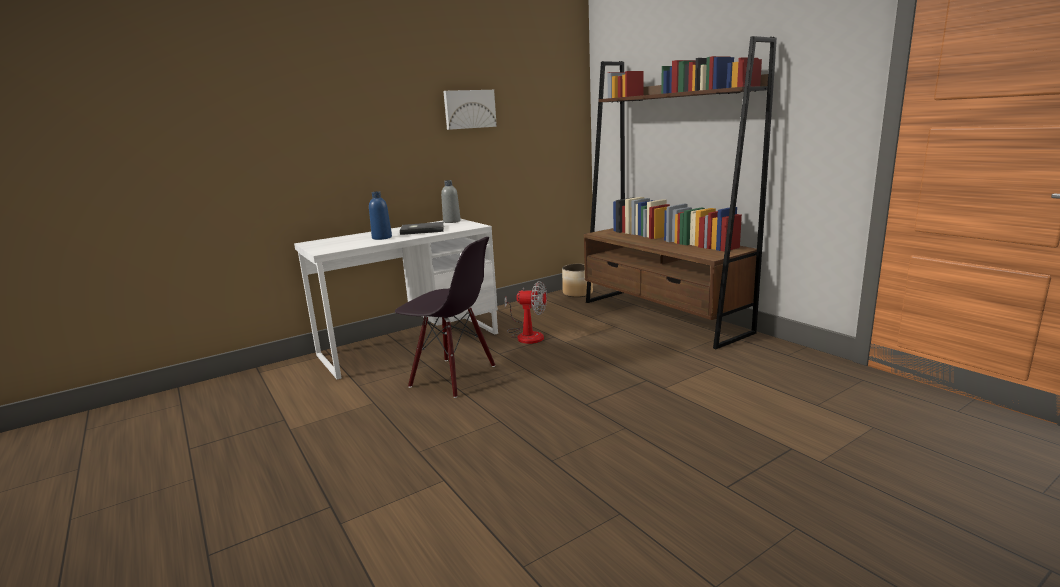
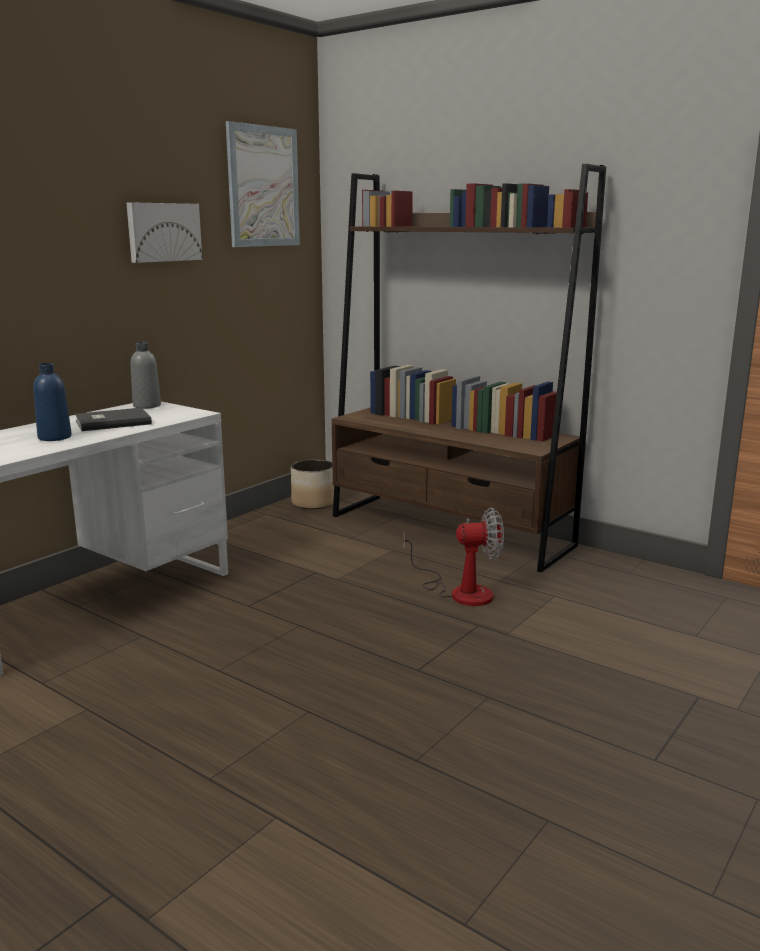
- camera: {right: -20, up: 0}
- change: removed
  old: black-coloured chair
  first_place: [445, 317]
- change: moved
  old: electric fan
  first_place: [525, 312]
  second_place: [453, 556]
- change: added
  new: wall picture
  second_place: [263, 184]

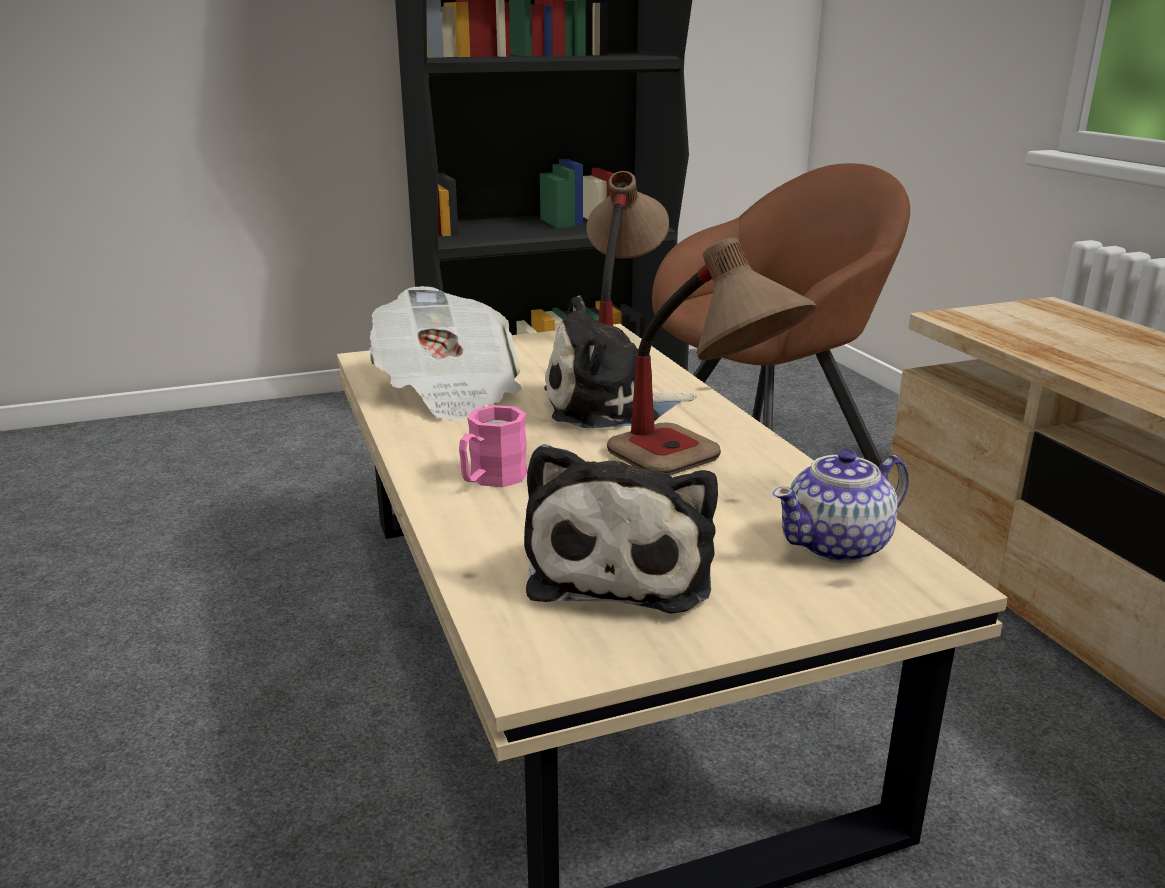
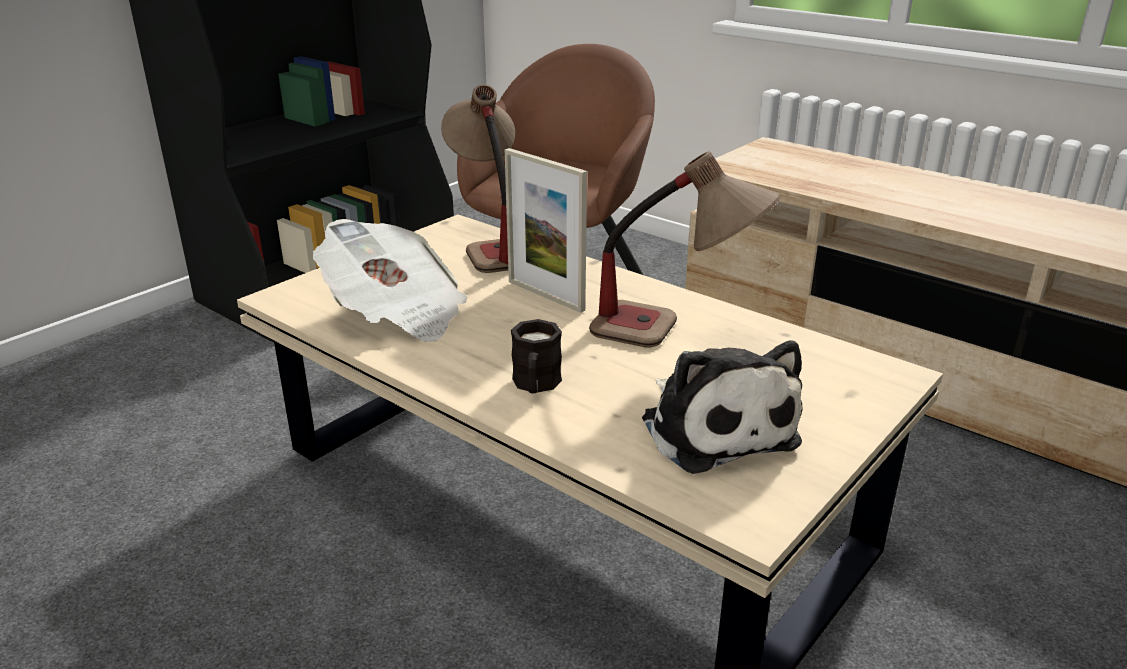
- camera: {right: -30, up: 5}
- change: replaced
  old: plush toy
  new: picture frame
  first_place: [620, 362]
  second_place: [546, 230]
- change: recoloured
  old: pinkish tea mug
  new: black-coloured tea mug
  first_place: [493, 446]
  second_place: [536, 356]
- change: removed
  old: pot for tea
  first_place: [841, 506]

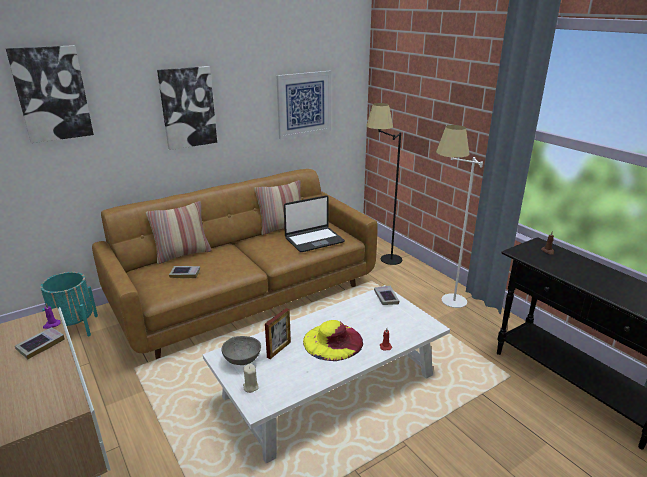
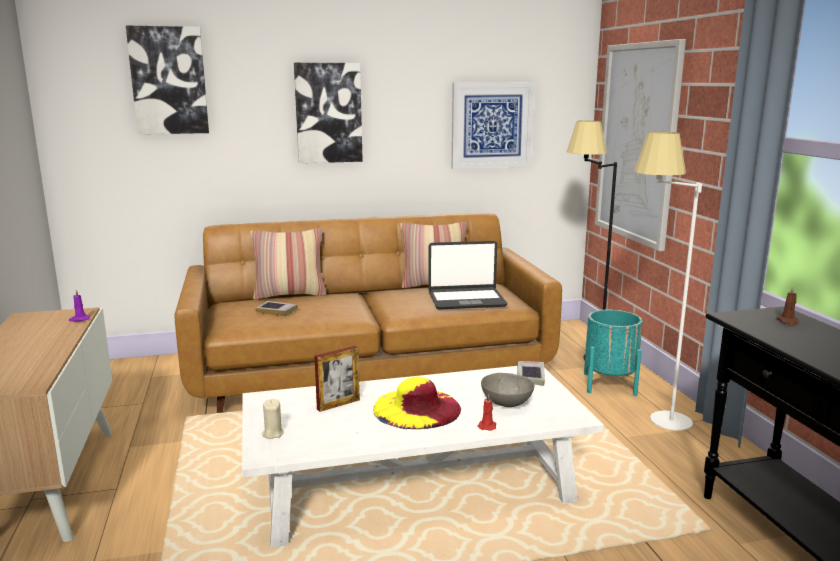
- camera: {right: 20, up: -10}
- change: moved
  old: turquoise-coloured planter
  first_place: [69, 304]
  second_place: [613, 353]
- change: removed
  old: book
  first_place: [40, 343]
- change: moved
  old: greyish deep dish
  first_place: [241, 350]
  second_place: [508, 390]
- change: added
  new: wall picture
  second_place: [640, 145]

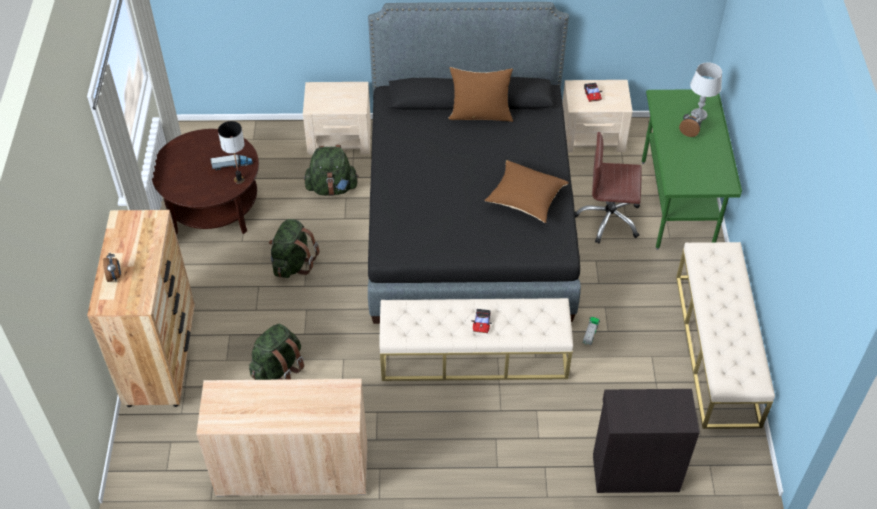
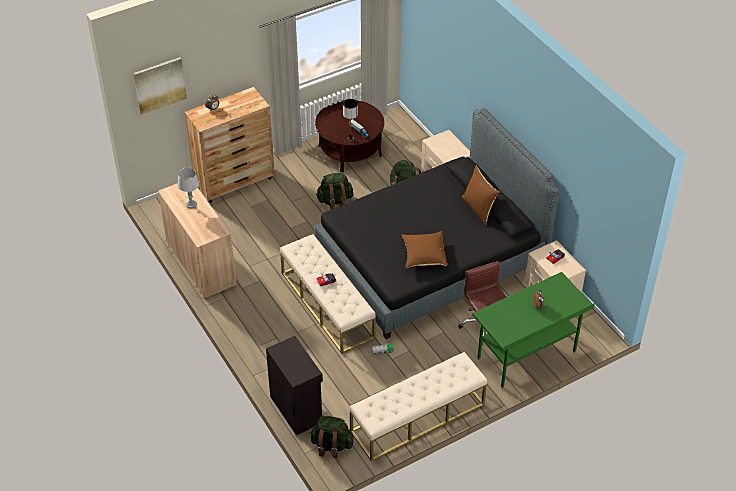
- camera: {right: 60, up: -5}
- change: moved
  old: greyish table lamp
  first_place: [706, 91]
  second_place: [189, 188]
- change: moved
  old: green-coloured backpack
  first_place: [276, 352]
  second_place: [331, 437]
- change: added
  new: wall picture
  second_place: [160, 86]

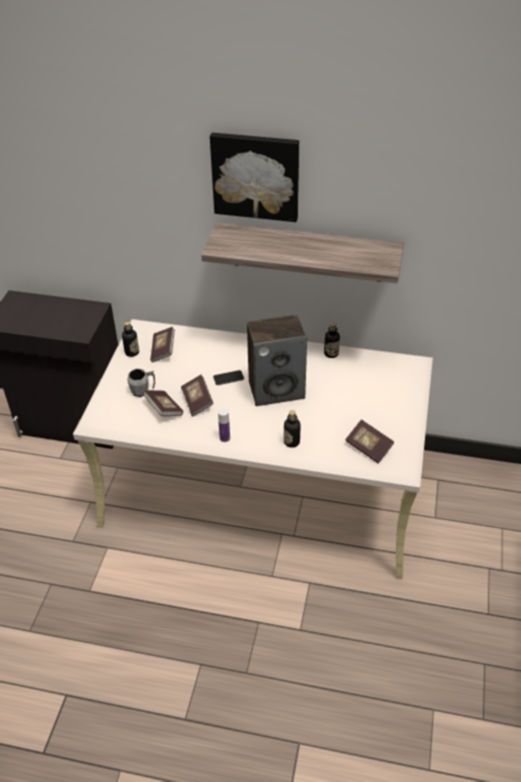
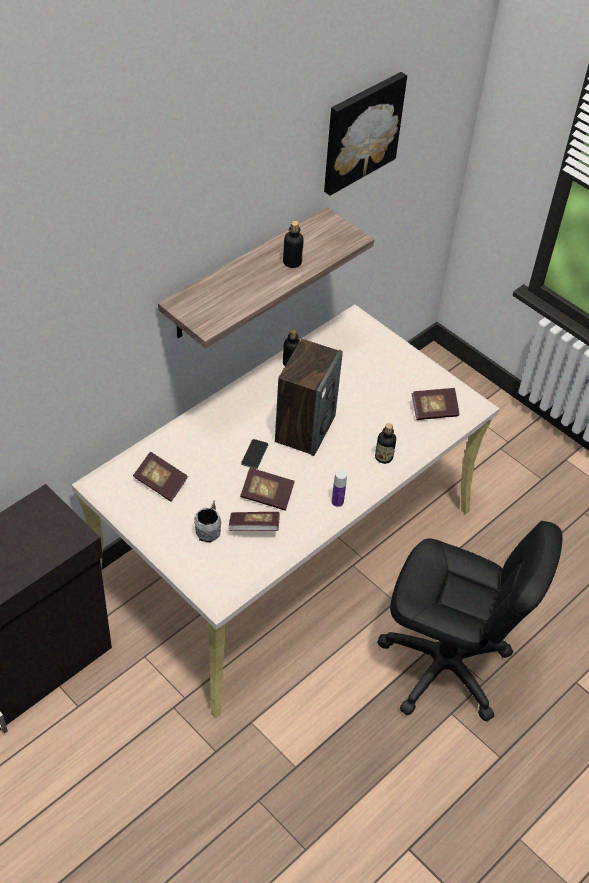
- camera: {right: -60, up: 5}
- change: moved
  old: wall picture
  first_place: [254, 177]
  second_place: [365, 134]
- change: moved
  old: drink bottle
  first_place: [130, 339]
  second_place: [293, 244]
- change: added
  new: black-coloured computer chair
  second_place: [470, 621]

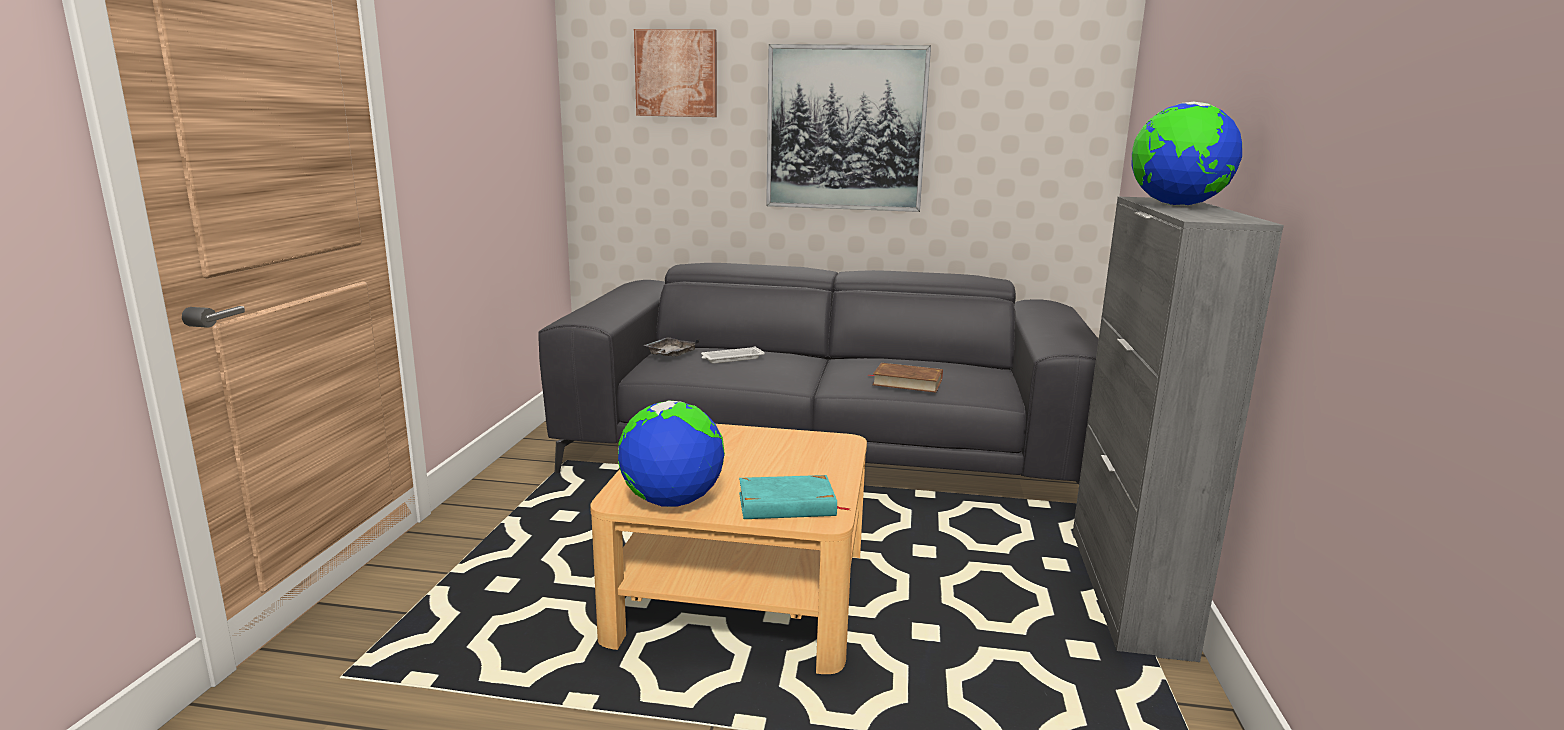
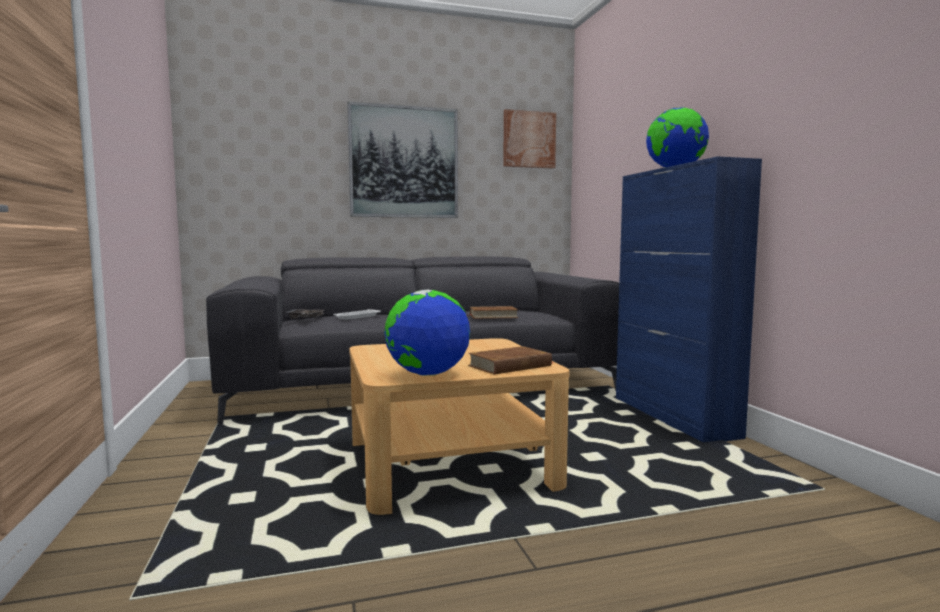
- camera: {right: -25, up: -10}
- change: moved
  old: wall picture
  first_place: [675, 73]
  second_place: [529, 138]
- change: recoloured
  old: greyish cabinet
  new: bluish cabinet
  first_place: [1178, 429]
  second_place: [689, 299]
- change: recoloured
  old: turquoise-coloured book
  new: brown book
  first_place: [794, 497]
  second_place: [510, 360]

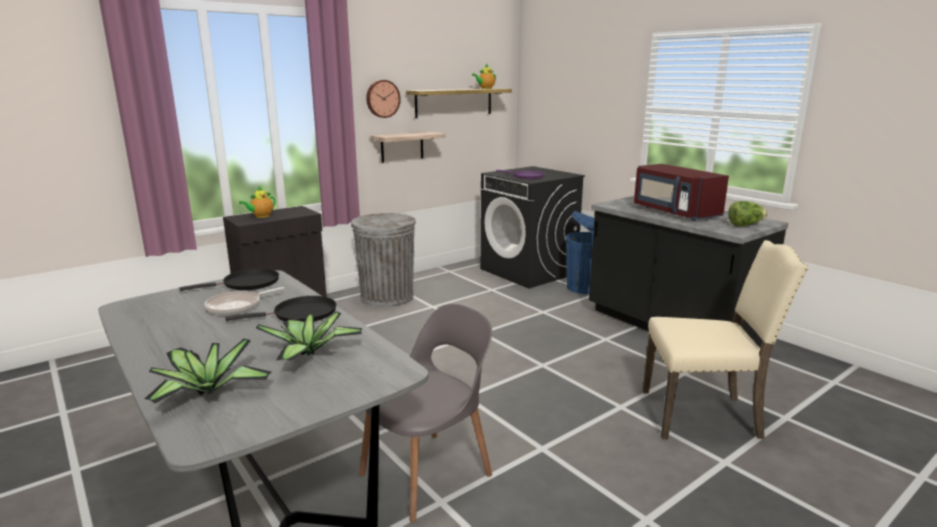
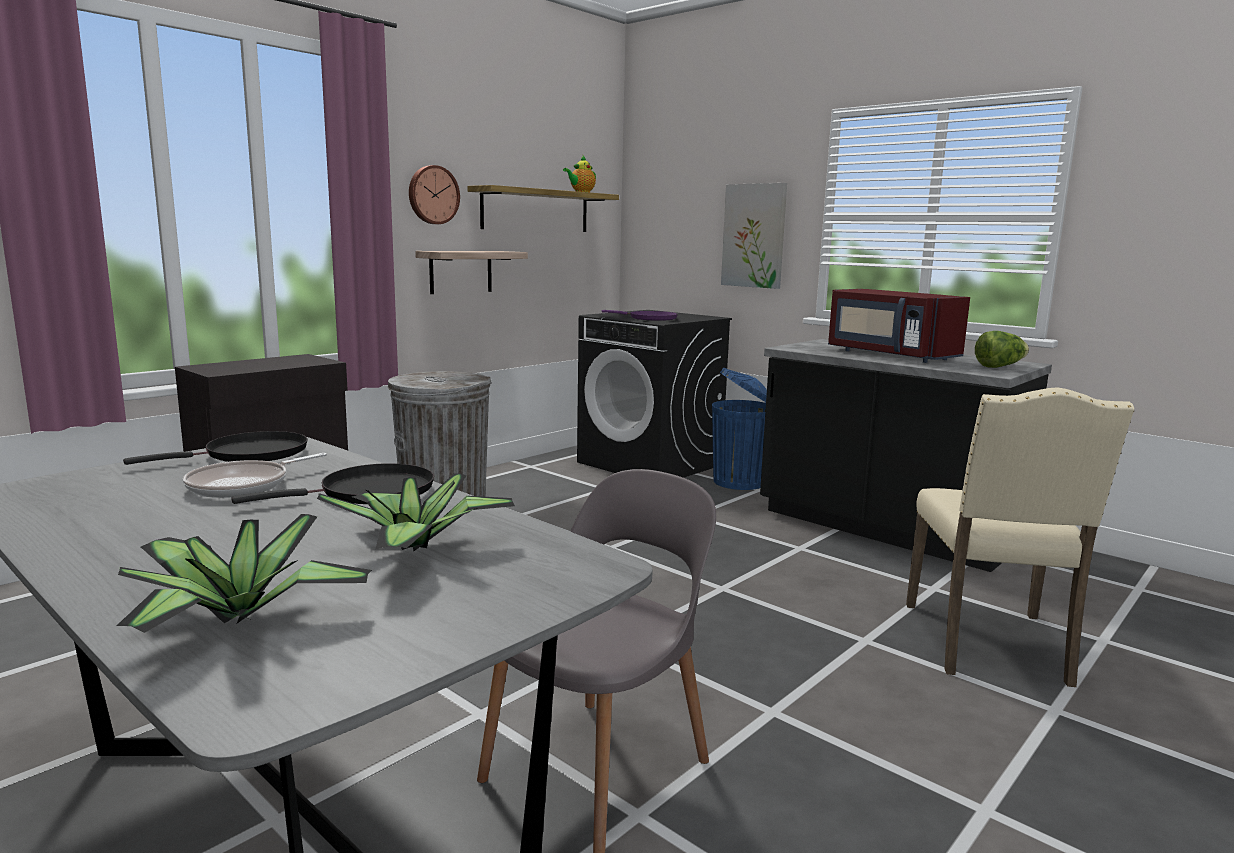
- camera: {right: -10, up: -5}
- change: removed
  old: pot for tea
  first_place: [257, 202]
- change: turned
  old: beige-coloured chair
  first_place: [726, 339]
  second_place: [1020, 537]
  degrees: 105
- change: added
  new: wall picture
  second_place: [754, 236]

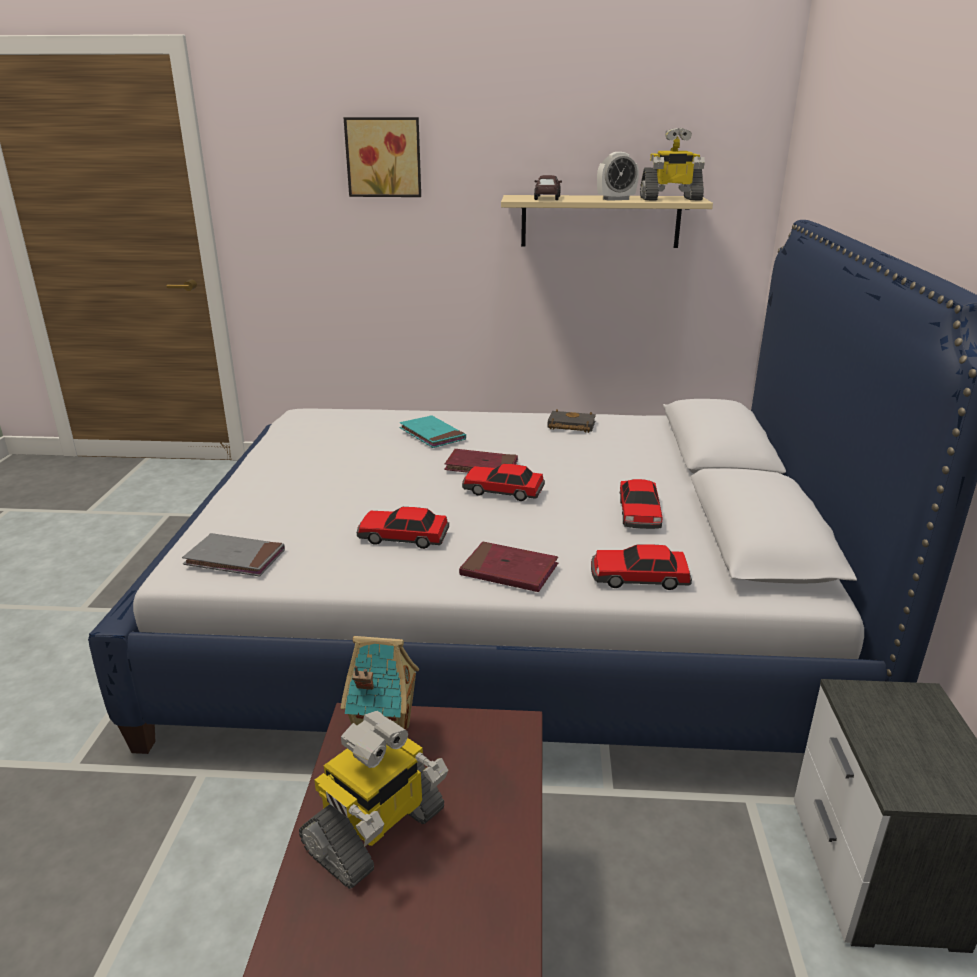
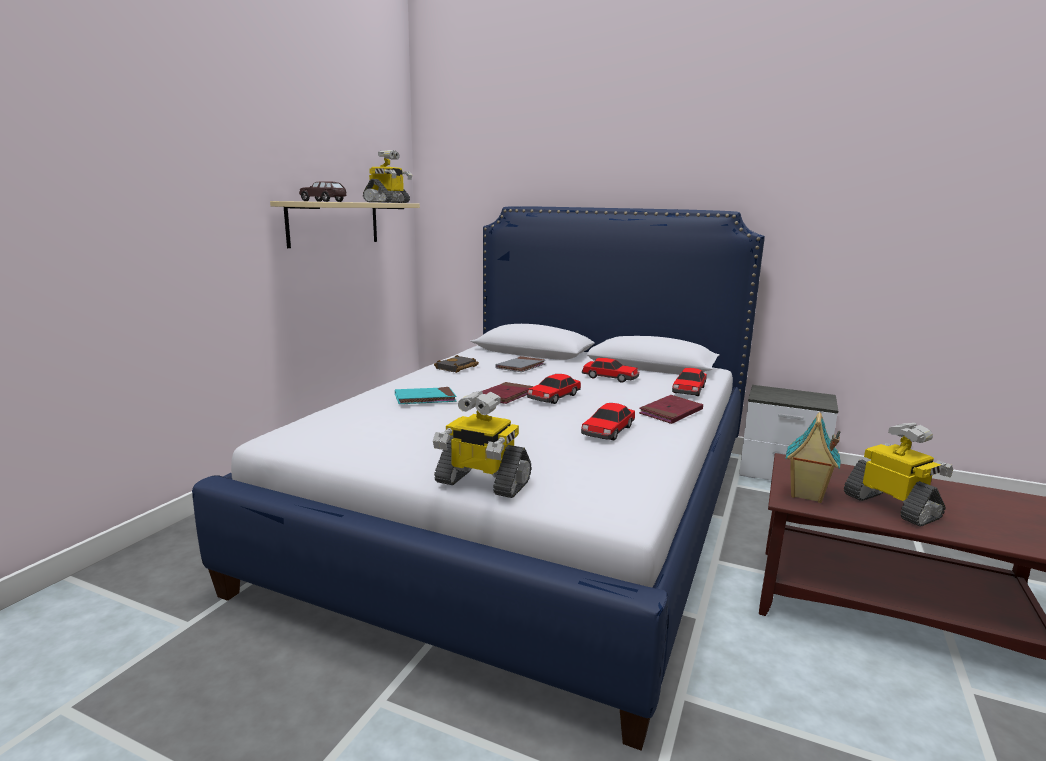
- camera: {right: -70, up: -10}
- change: removed
  old: wall picture
  first_place: [382, 157]
- change: removed
  old: alarm clock
  first_place: [618, 176]
- change: moved
  old: greyish book
  first_place: [233, 555]
  second_place: [520, 364]
- change: added
  new: robot figure
  second_place: [482, 444]

